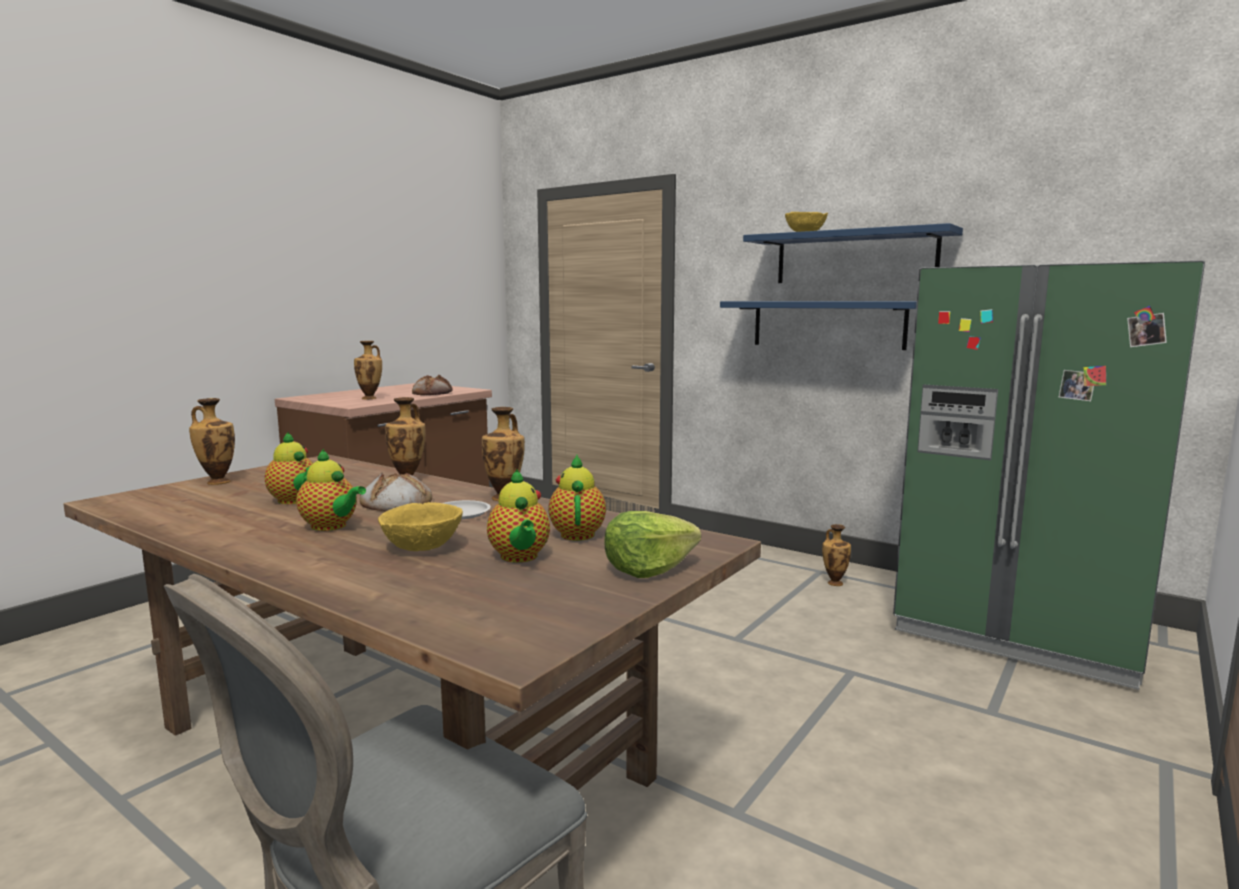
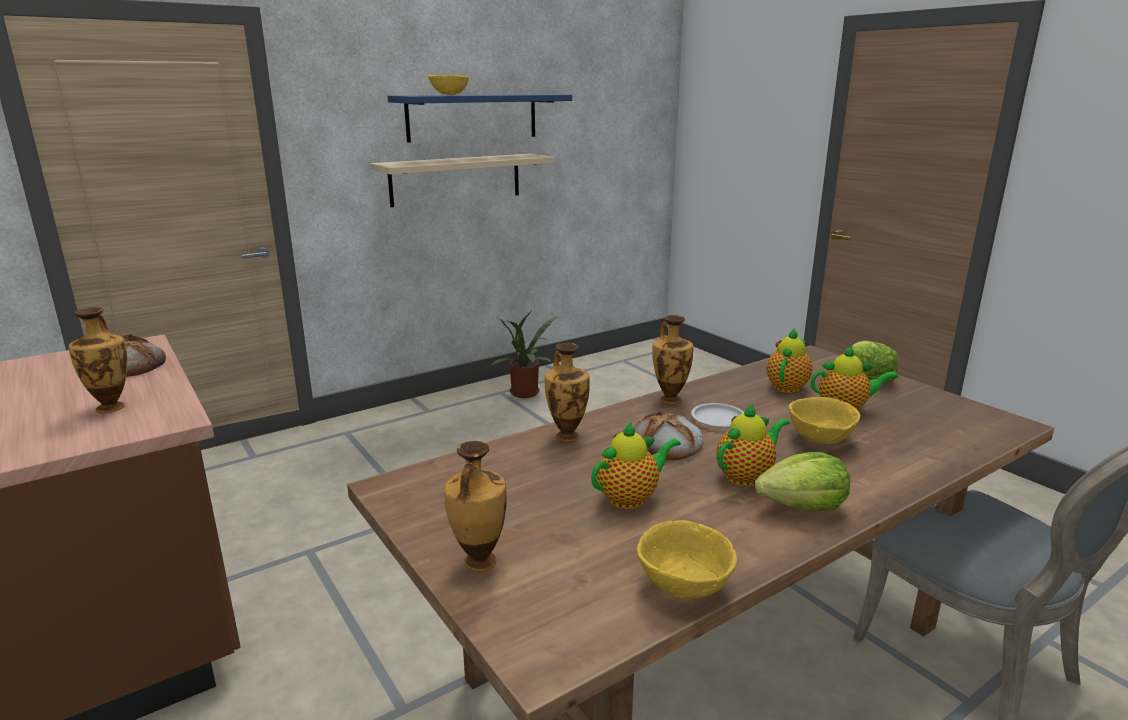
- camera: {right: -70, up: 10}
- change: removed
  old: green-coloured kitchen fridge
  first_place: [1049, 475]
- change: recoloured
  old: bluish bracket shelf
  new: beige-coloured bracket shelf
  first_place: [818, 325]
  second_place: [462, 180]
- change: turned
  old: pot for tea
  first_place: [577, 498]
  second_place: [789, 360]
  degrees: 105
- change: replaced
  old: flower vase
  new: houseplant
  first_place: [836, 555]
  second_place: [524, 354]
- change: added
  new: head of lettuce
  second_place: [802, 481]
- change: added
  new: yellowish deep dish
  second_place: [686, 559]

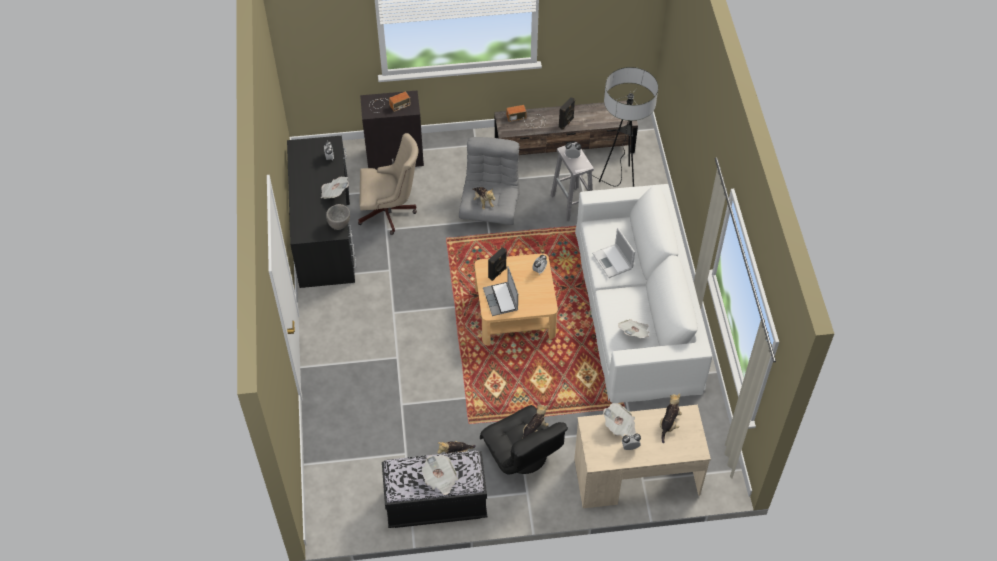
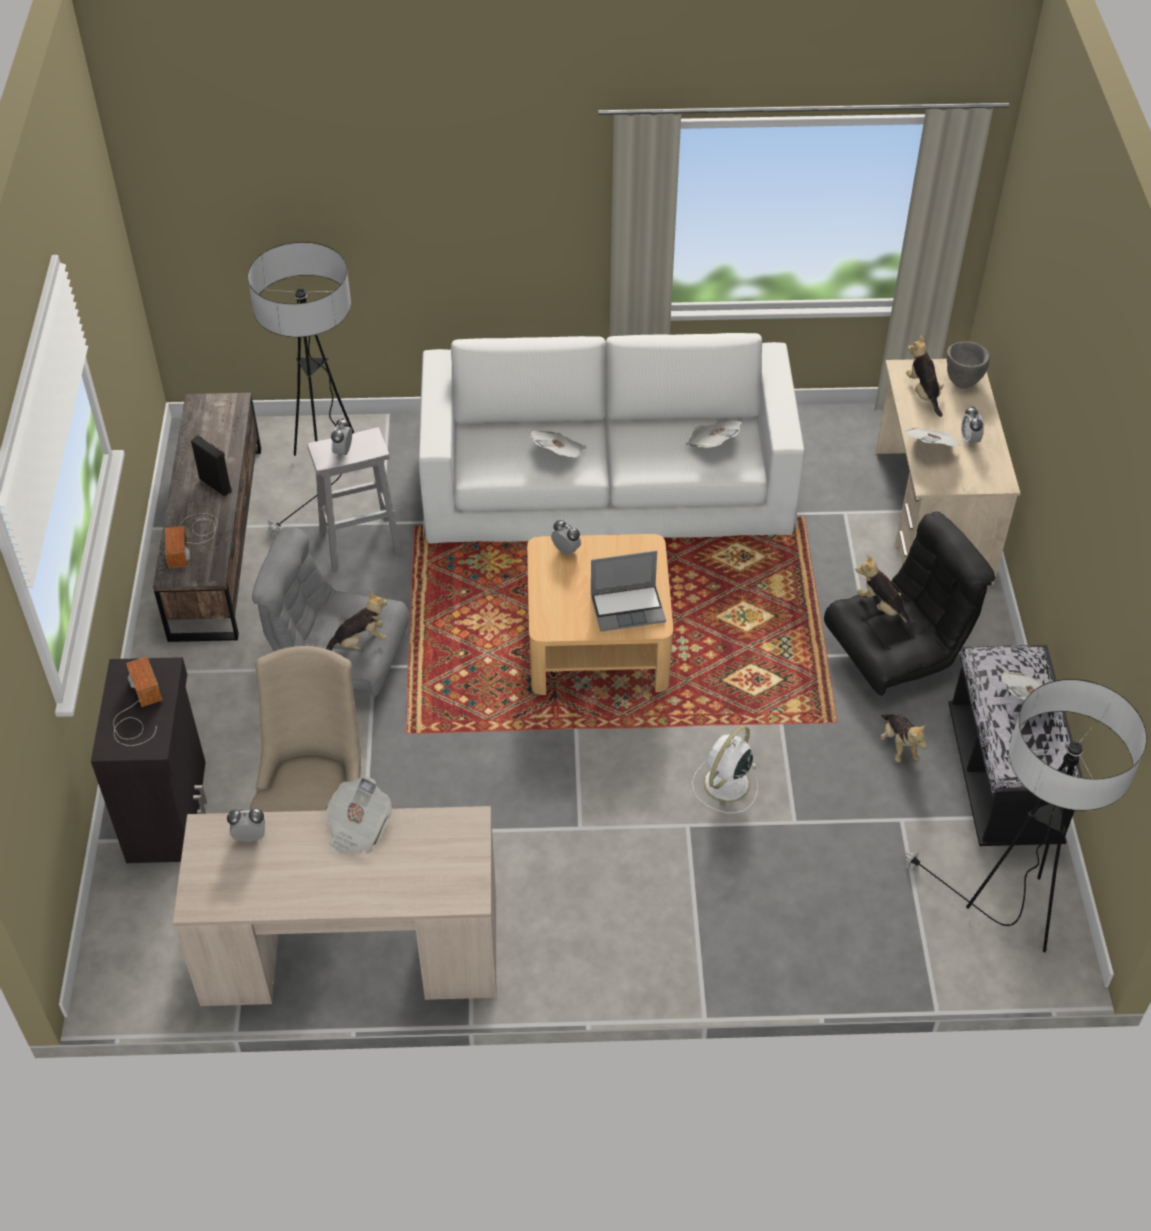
- camera: {right: -85, up: -5}
- change: recoloured
  old: black-coloured desk unit
  new: beige-coloured desk unit
  first_place: [321, 212]
  second_place: [335, 906]
- change: moved
  old: greyish deep dish
  first_place: [338, 217]
  second_place: [968, 365]
- change: replaced
  old: laptop
  new: printed paper
  first_place: [613, 253]
  second_place: [558, 444]
- change: removed
  old: black-coloured speaker
  first_place: [497, 264]
- change: turned
  old: plush toy
  first_place: [671, 418]
  second_place: [925, 376]
  degrees: 45
- change: added
  new: standing lamp
  second_place: [1025, 815]
- change: added
  new: white electric fan
  second_place: [725, 769]

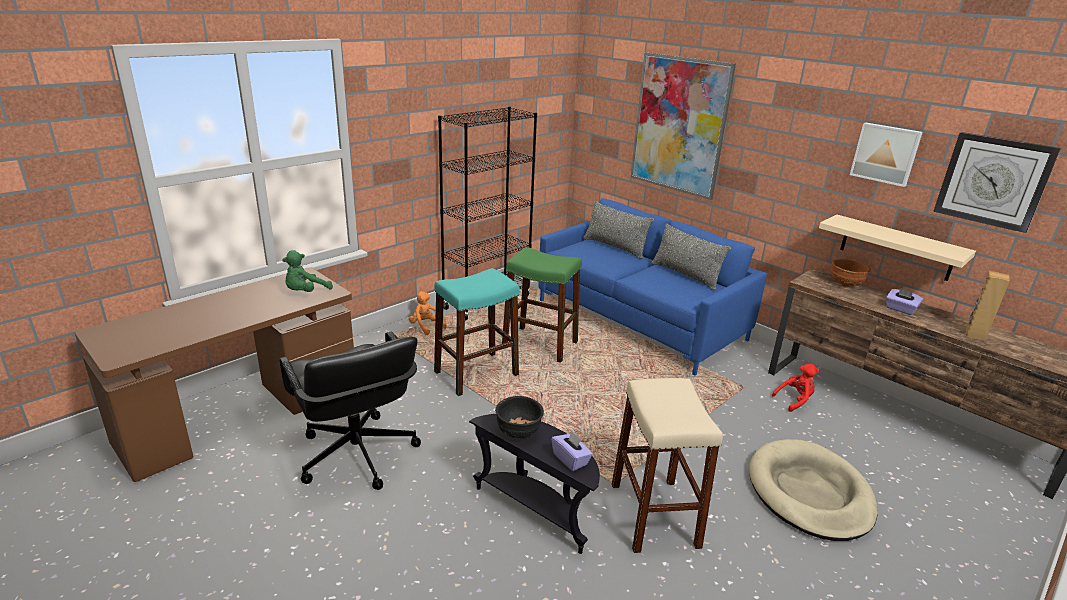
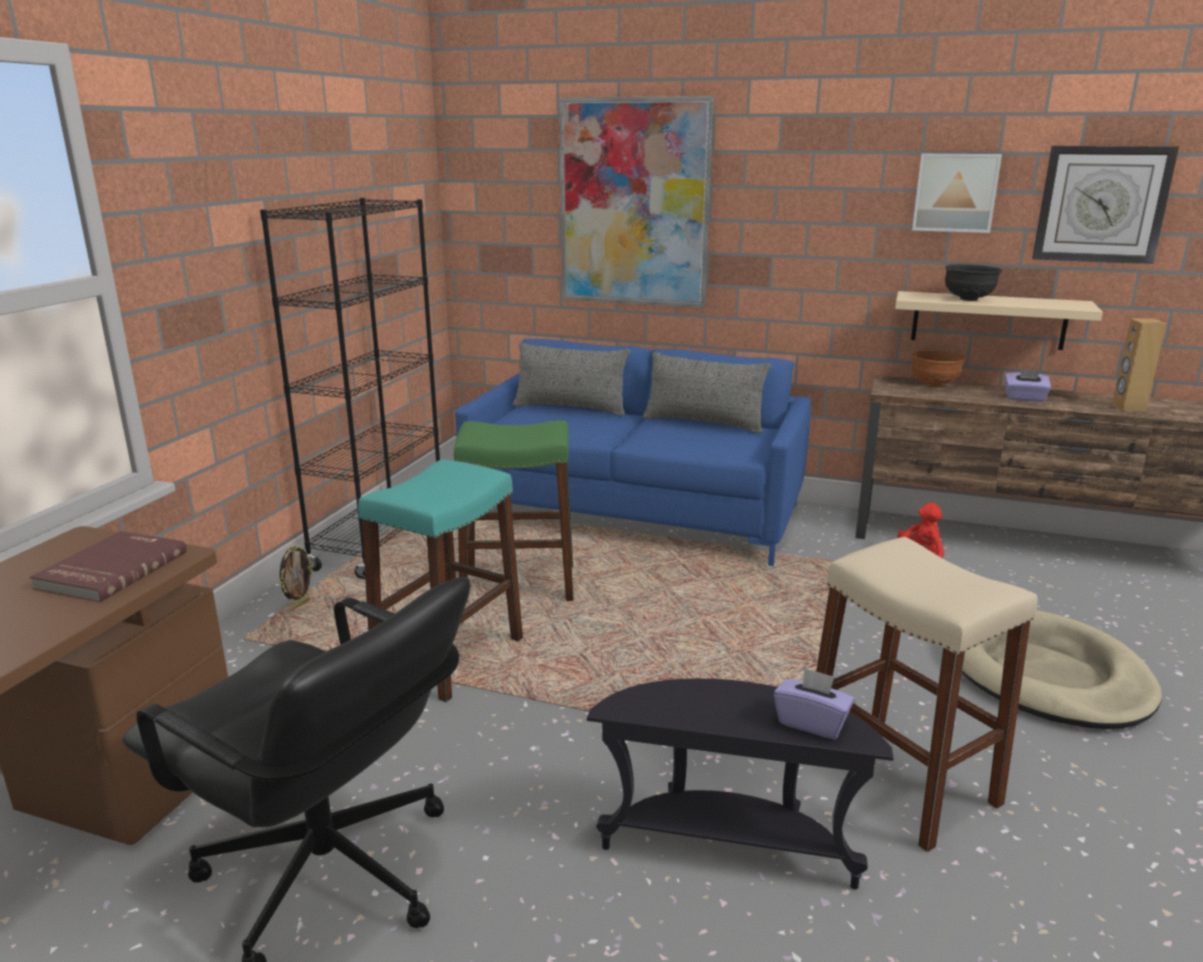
- camera: {right: -25, up: -5}
- change: replaced
  old: green-coloured plush toy
  new: red-coloured book
  first_place: [307, 271]
  second_place: [108, 566]
- change: replaced
  old: orange-coloured plush toy
  new: picture frame
  first_place: [427, 313]
  second_place: [296, 578]
- change: moved
  old: black-coloured deep dish
  first_place: [519, 417]
  second_place: [973, 282]

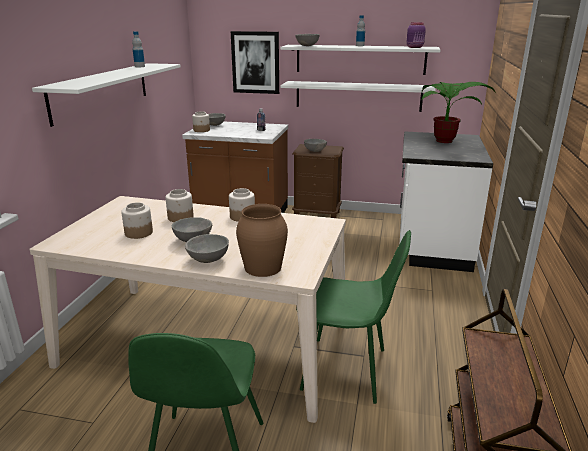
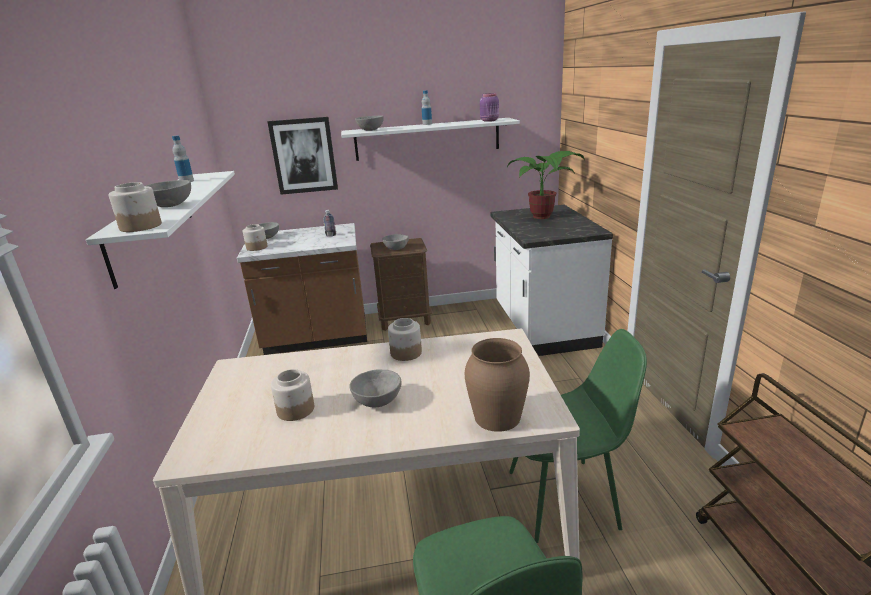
- camera: {right: -20, up: 0}
- change: removed
  old: white bracket shelf
  first_place: [358, 96]
- change: moved
  old: jar
  first_place: [179, 205]
  second_place: [135, 207]
- change: moved
  old: greyish deep dish
  first_place: [207, 248]
  second_place: [168, 193]

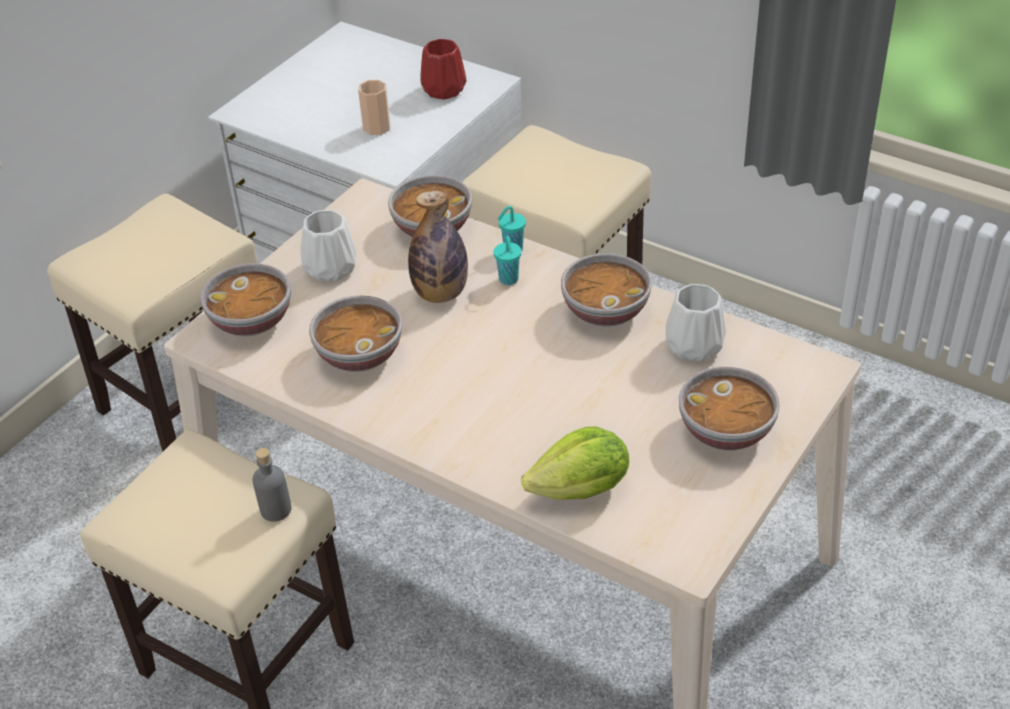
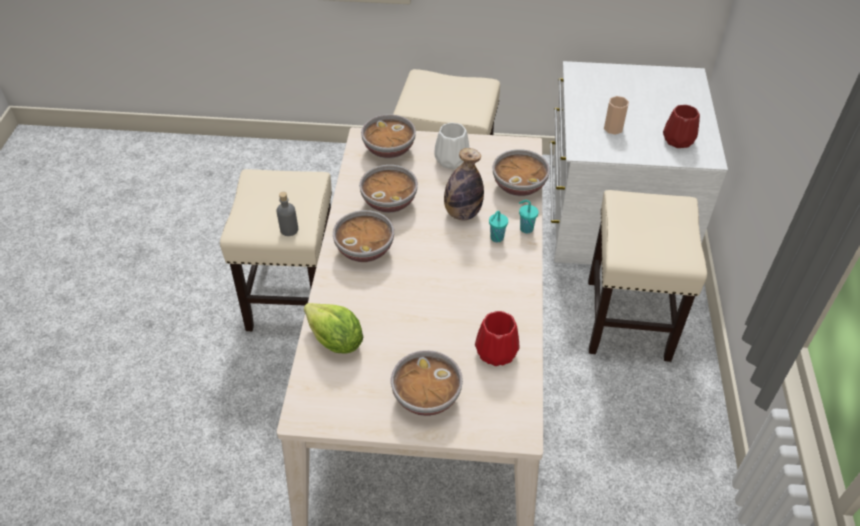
- camera: {right: 60, up: 5}
- change: moved
  old: deep dish
  first_place: [606, 290]
  second_place: [363, 236]
- change: recoloured
  old: white flower vase
  new: red-coloured flower vase
  first_place: [696, 322]
  second_place: [497, 338]

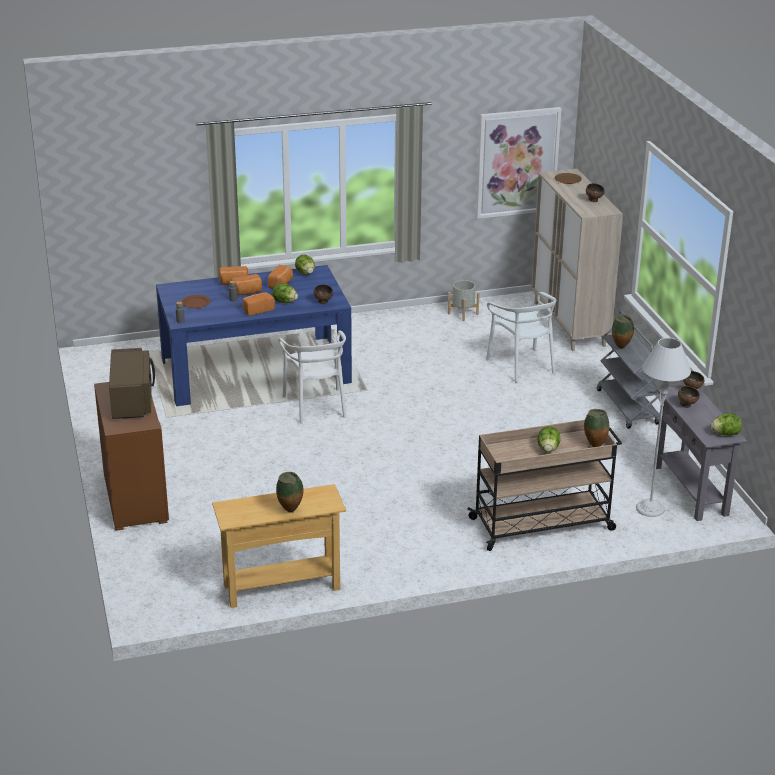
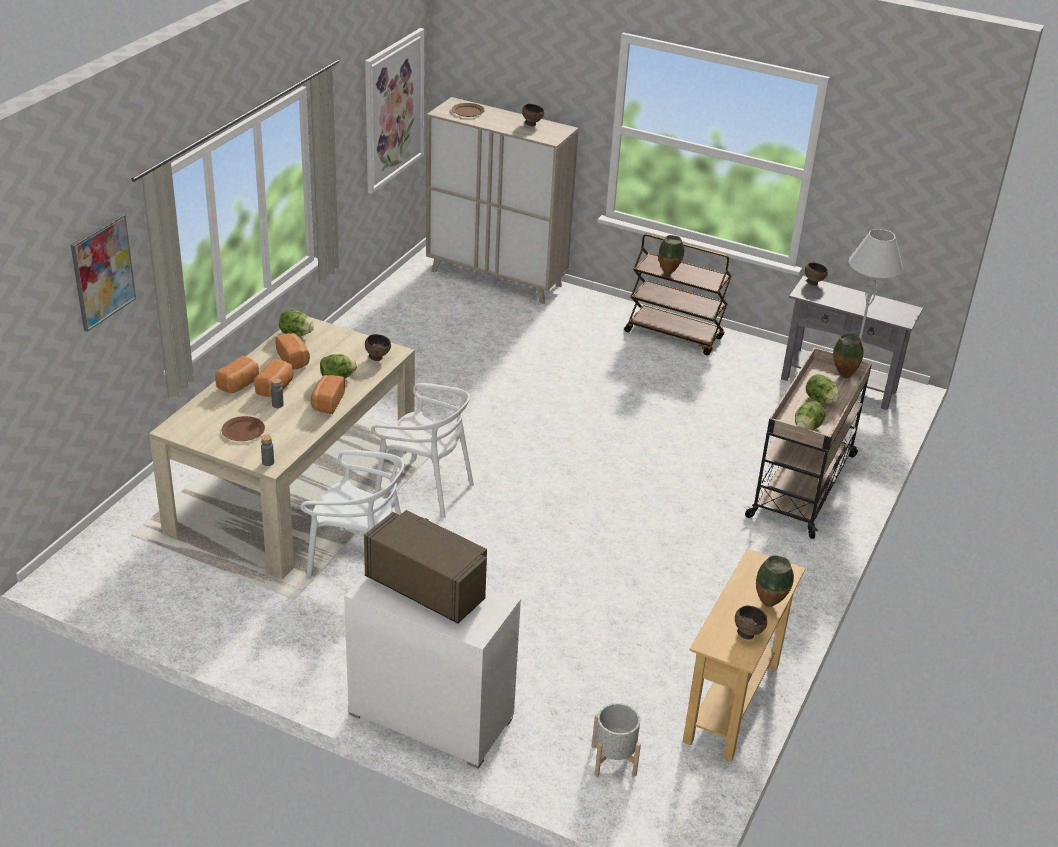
- camera: {right: -50, up: 5}
- change: recoloured
  old: bluish dining table
  new: beige-coloured dining table
  first_place: [254, 335]
  second_place: [282, 448]
- change: moved
  old: greyish planter
  first_place: [464, 300]
  second_place: [616, 740]
- change: moved
  old: white chair
  first_place: [521, 337]
  second_place: [352, 515]
- change: recoloured
  old: greyish wheeled cart
  new: brown wheeled cart
  first_place: [628, 370]
  second_place: [677, 294]
- change: recoloured
  old: brown dresser
  new: white dresser
  first_place: [131, 456]
  second_place: [432, 671]
- change: moved
  old: brown deep dish
  first_place: [689, 397]
  second_place: [751, 622]
- change: moved
  old: head of lettuce
  first_place: [726, 424]
  second_place: [810, 415]
- change: added
  new: wall picture
  second_place: [103, 273]

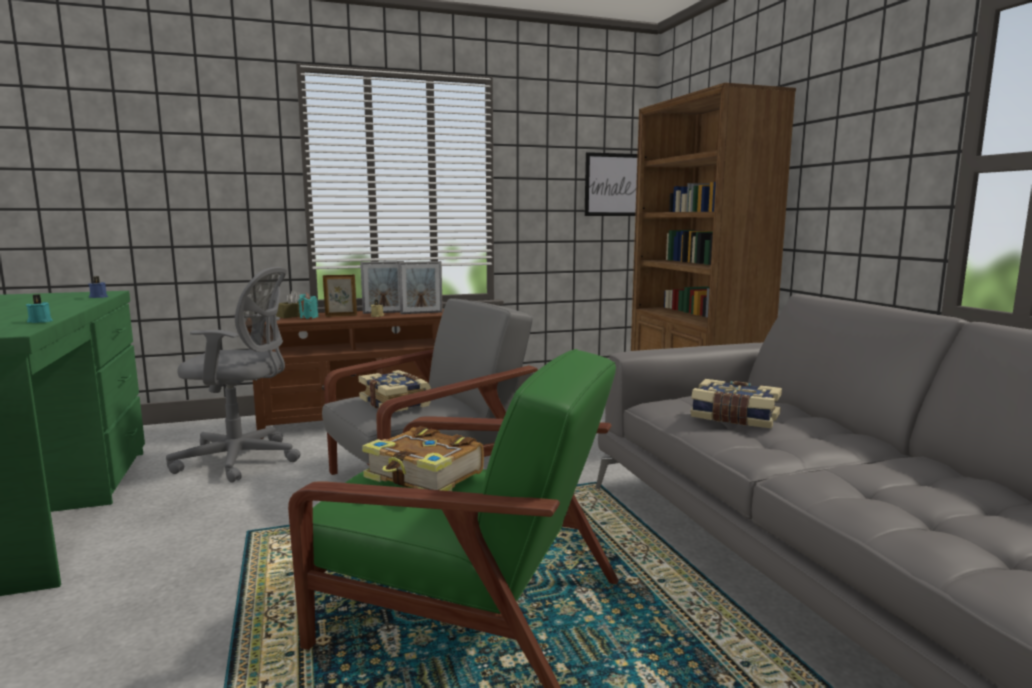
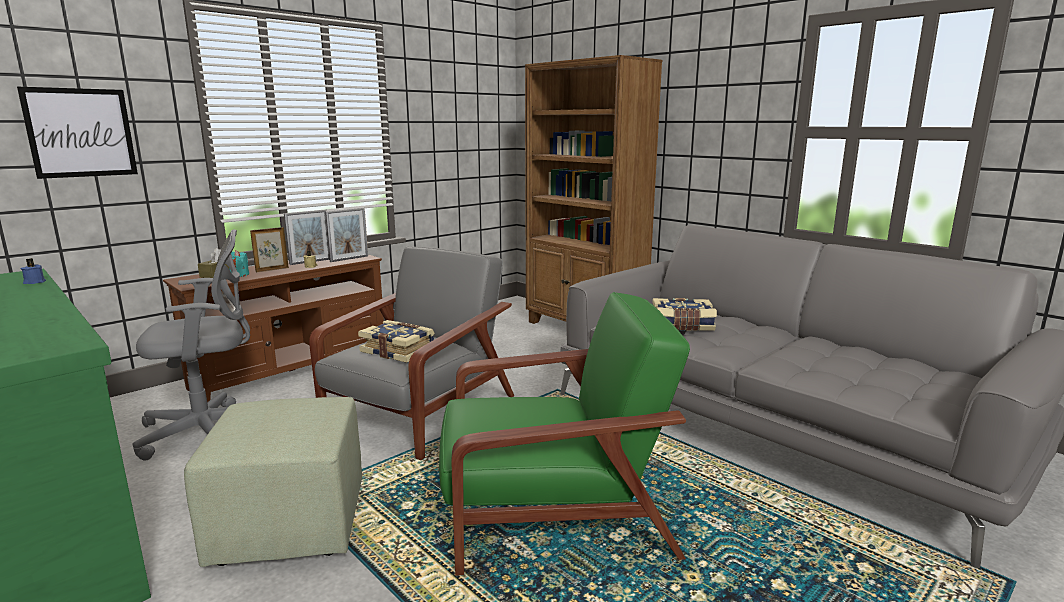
- camera: {right: -25, up: 5}
- change: moved
  old: wall picture
  first_place: [611, 184]
  second_place: [77, 133]
- change: removed
  old: turquoise-coloured wax candle
  first_place: [39, 308]
- change: removed
  old: book
  first_place: [423, 458]
- change: added
  new: green-coloured footrest
  second_place: [273, 482]

